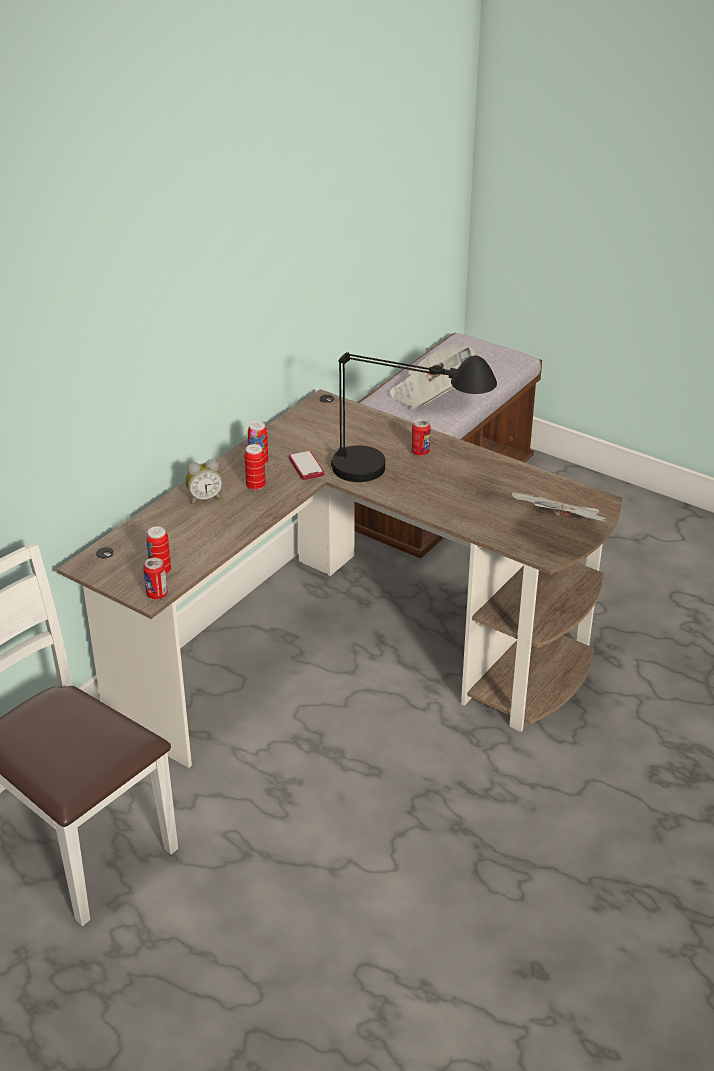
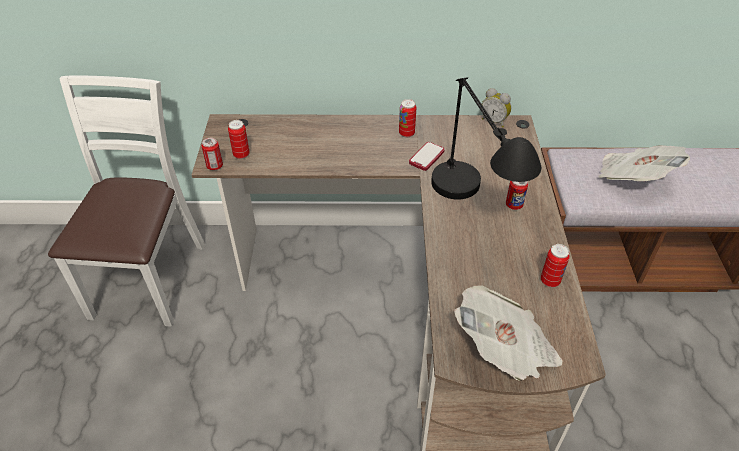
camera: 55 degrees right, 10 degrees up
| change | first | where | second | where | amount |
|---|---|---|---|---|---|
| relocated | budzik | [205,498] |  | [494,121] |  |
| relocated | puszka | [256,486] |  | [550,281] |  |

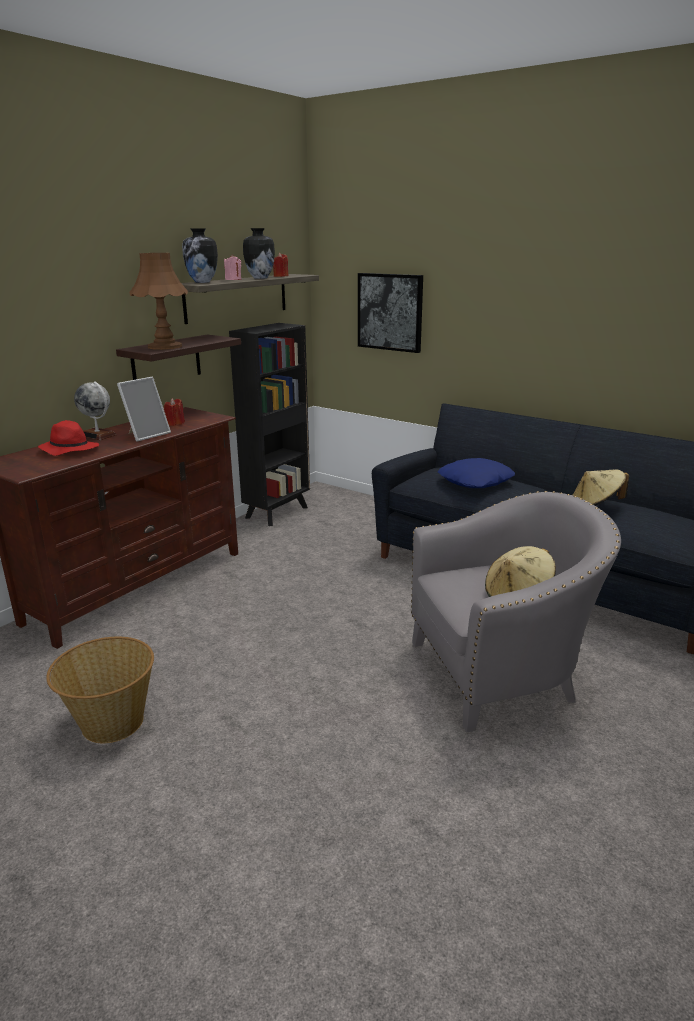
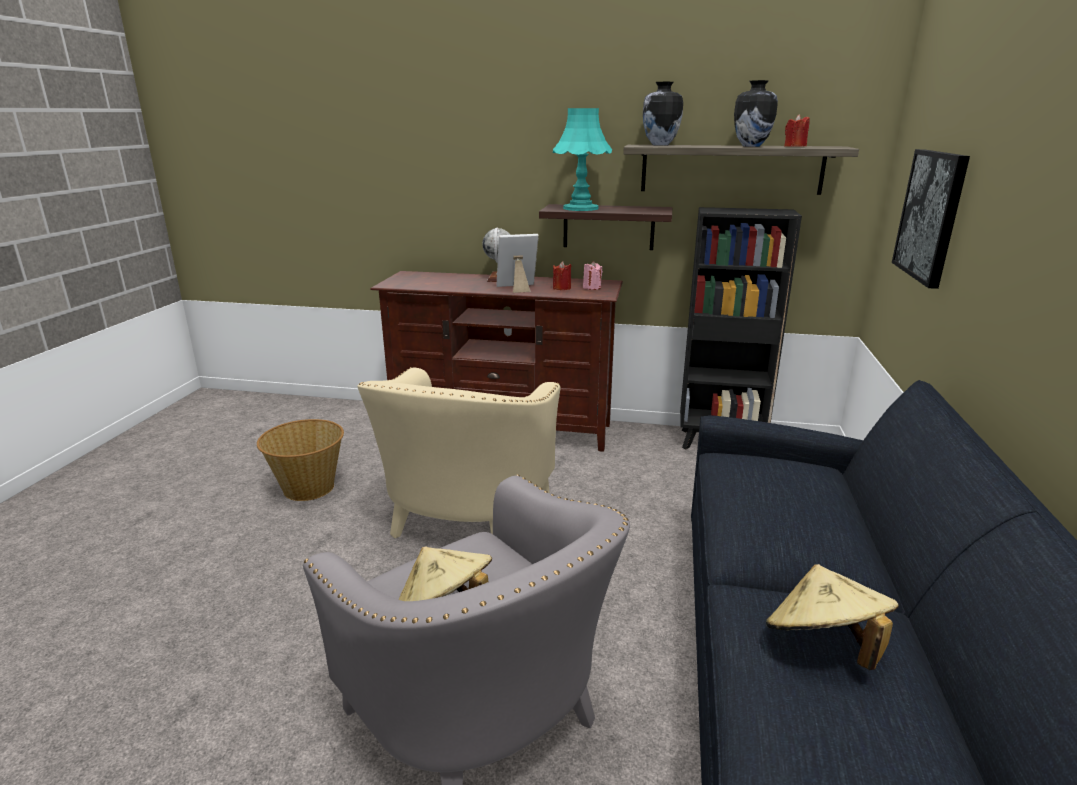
camera: 65 degrees right, 0 degrees up
| change | first | where | second | where | amount |
|---|---|---|---|---|---|
| missing | kapelusz (czerwony) | [69,450] |  |  |  |
| missing | poduszka (niebieski) | [476,481] |  |  |  |
| appeared |  |  | fotel (beżowy) | [463,518] |  |
| relocated | świeca (różowy) | [233,280] |  | [592,287] |  |
| colour | lampa stołowa (brązowy) | [164,346] | lampa stołowa (turkusowy) | [580,208] |  |
| spun | ramka na zdjęcie | [146,434] |  | [517,288] | 150 degrees clockwise |

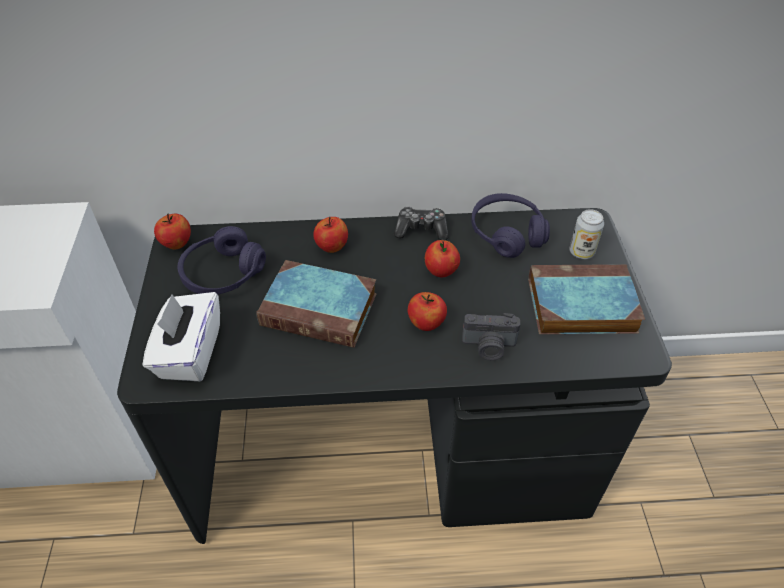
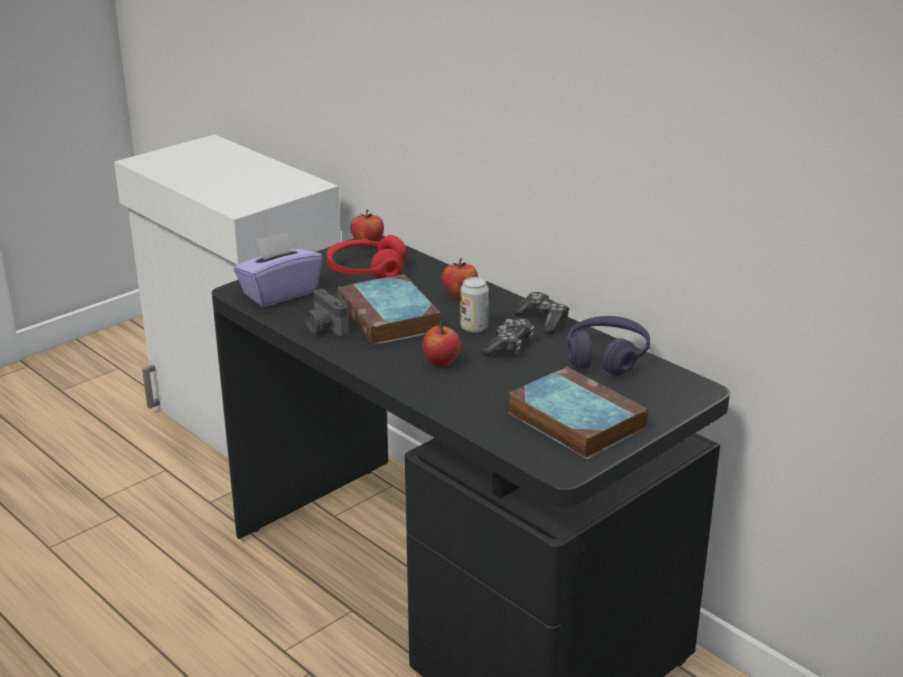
camera: 50 degrees right, 20 degrees down
| change | first | where | second | where | amount |
|---|---|---|---|---|---|
| relocated | aparat fotograficzny | [489,347] |  | [325,328] |  |
| relocated | puszka | [581,252] |  | [474,328] |  |
| exchanged | jabłko | [441,271] | pad do gier | [509,346] |  |
| colour | pudełko chusteczek (biały) | [189,353] | pudełko chusteczek (fioletowy) | [279,293] |  |
| colour | słuchawki (fioletowy) | [223,273] | słuchawki (czerwony) | [366,271] |  |

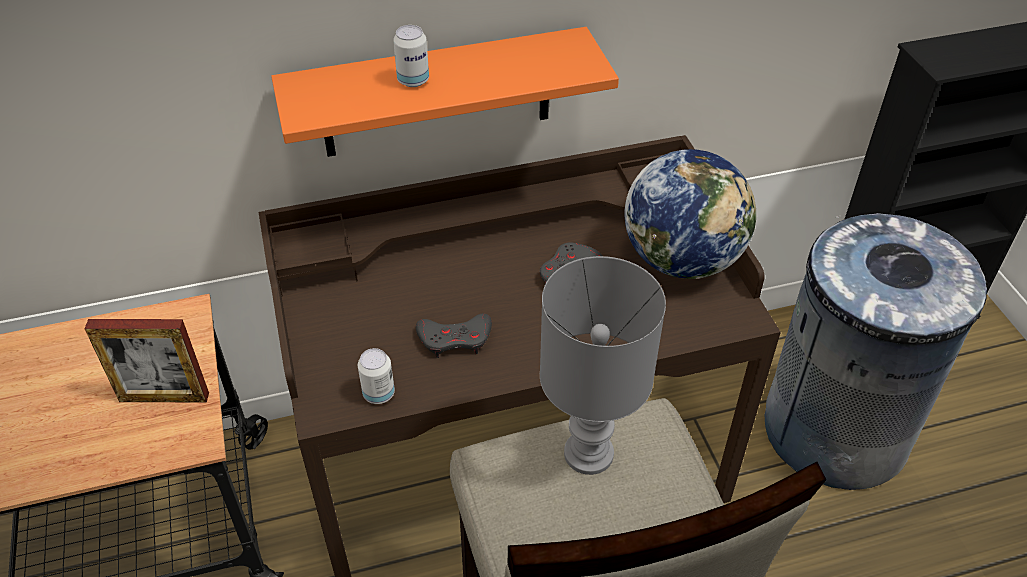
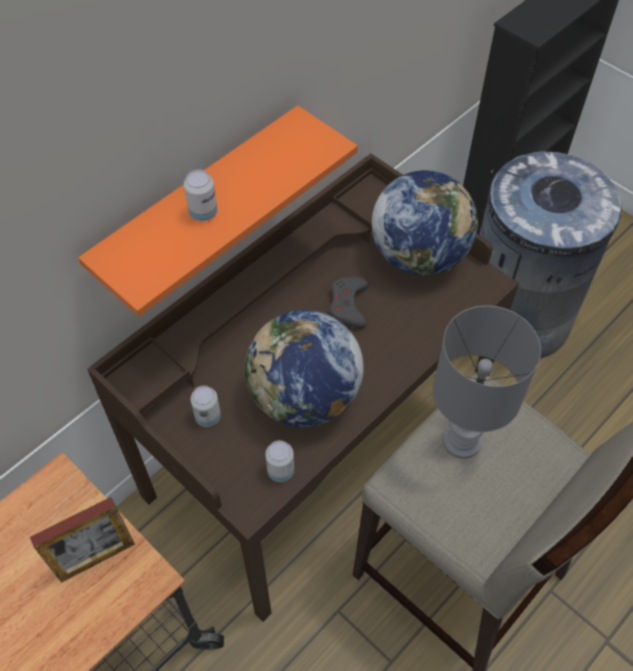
camera: 30 degrees left, 10 degrees up
| change | first | where | second | where | amount |
|---|---|---|---|---|---|
| appeared |  |  | puszka | [208,417] |  |
| exchanged | pad do gier (szary) | [455,339] | globus | [304,398] |  |

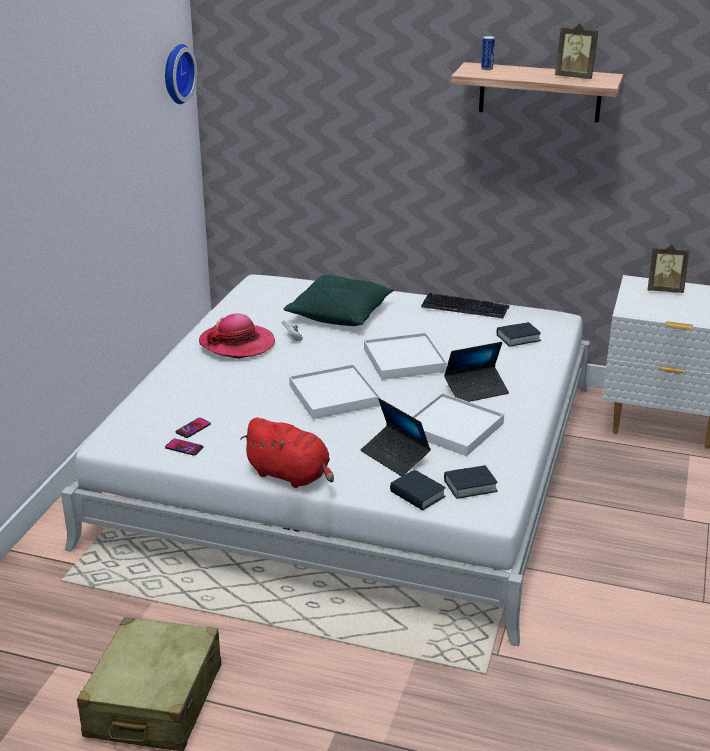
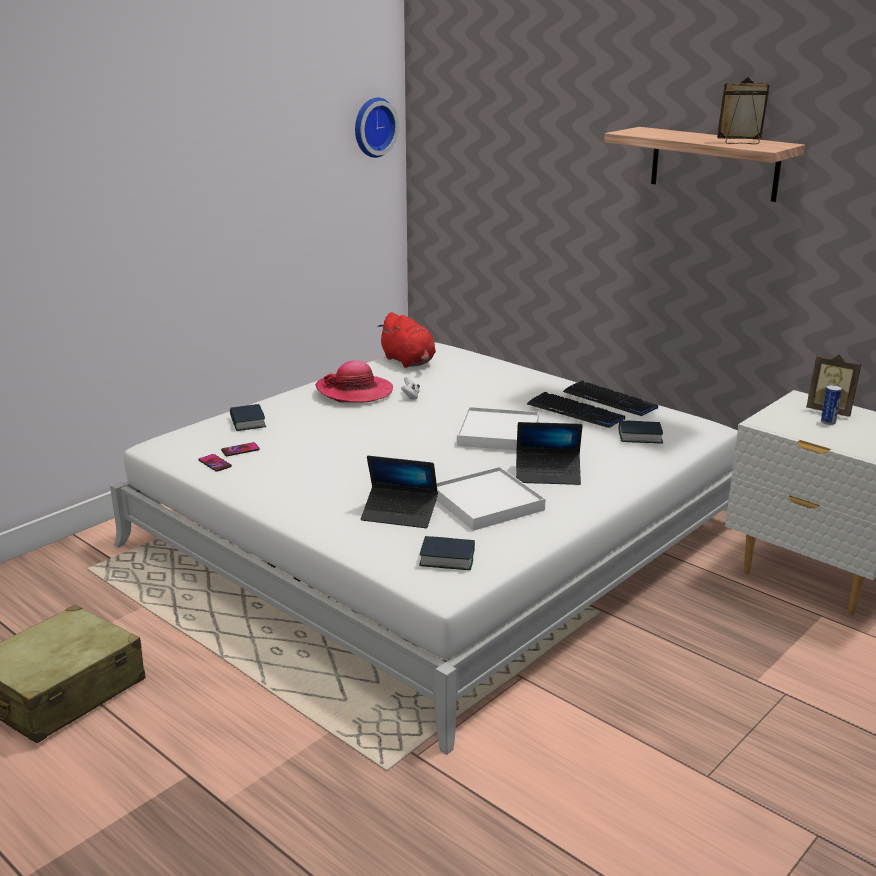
camera: 25 degrees right, 5 degrees down
| change | first | where | second | where | amount |
|---|---|---|---|---|---|
| missing | poduszka (zielony) | [340,314] |  |  |  |
| missing | taca (biały) | [333,395] |  |  |  |
| appeared |  |  | klawiatura | [575,412] |  |
| relocated | pluszak (czerwony) | [291,475] |  | [409,362] |  |
| relocated | książka | [417,495] |  | [247,422] |  |
| relocated | puszka | [487,68] |  | [828,422] |  |
| spun | laptop | [395,456] |  | [399,514] | 60 degrees counterclockwise |
| spun | ramka na zdjęcie | [575,77] |  | [740,142] | 135 degrees clockwise |

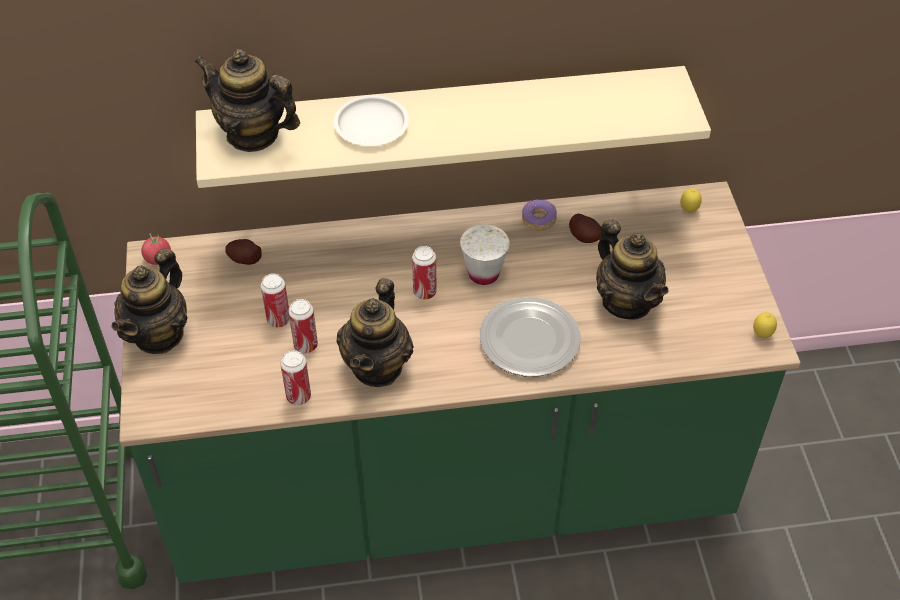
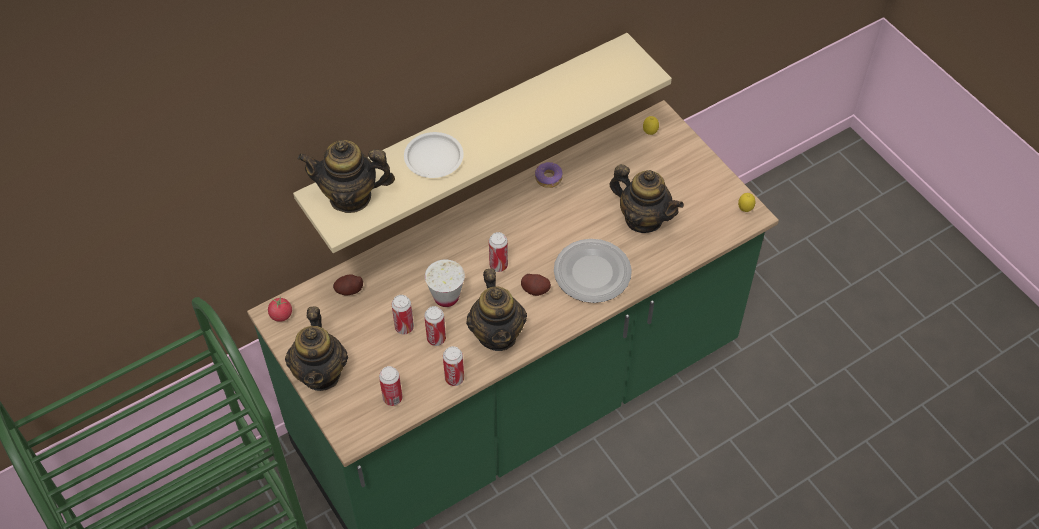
camera: 25 degrees left, 5 degrees up
| change | first | where | second | where | amount |
|---|---|---|---|---|---|
| appeared |  |  | puszka | [392,398] |  |
| relocated | filiżanka (biały) | [483,274] |  | [446,297] |  |
| relocated | ziemniak | [585,236] |  | [535,289] |  |

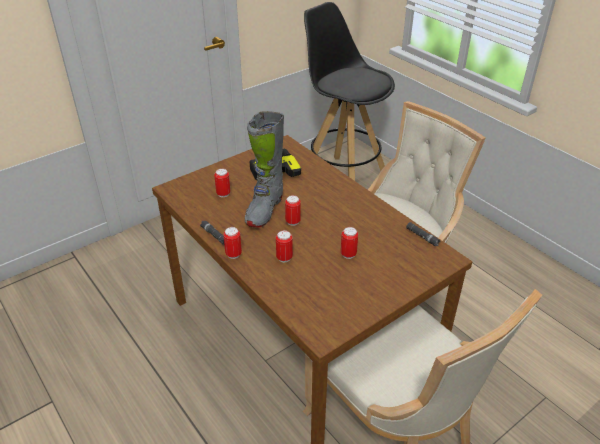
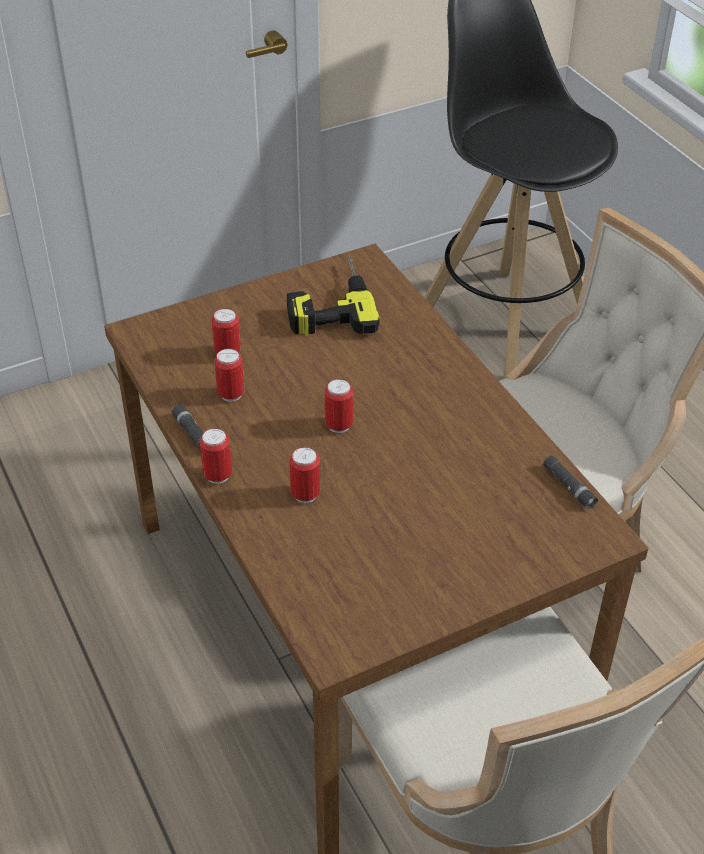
camera: 10 degrees right, 5 degrees up
| change | first | where | second | where | amount |
|---|---|---|---|---|---|
| missing | but z cholewką (szary) | [264,209] |  |  |  |
| relocated | puszka | [348,254] |  | [231,394] |  |

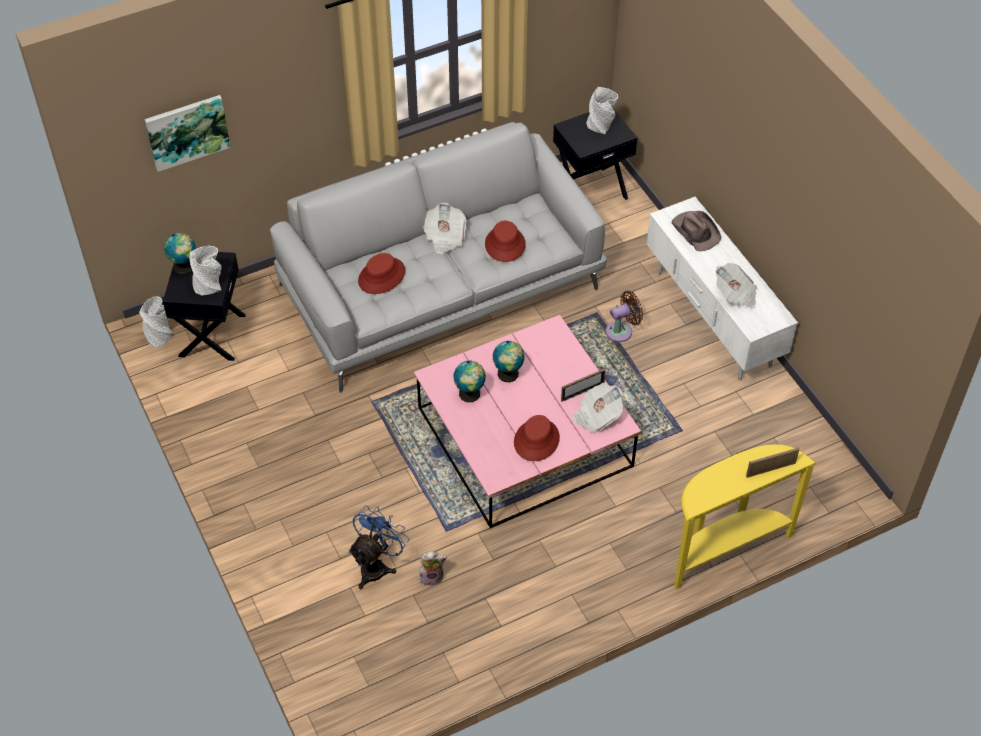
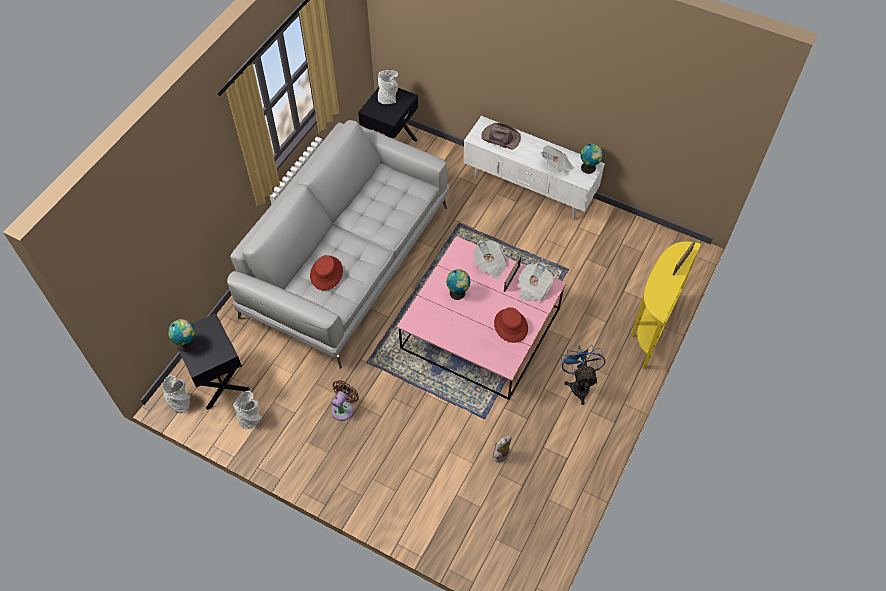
camera: 35 degrees left, 5 degrees up
| change | first | where | second | where | amount |
|---|---|---|---|---|---|
| missing | obraz | [187,131] |  |  |  |
| missing | kapelusz (czerwony) | [504,244] |  |  |  |
| relocated | wazon (szary) | [209,285] |  | [250,417] |  |
| relocated | wentylator (niebieski) | [377,565] |  | [579,384] |  |
| relocated | gazeta | [445,237] |  | [490,265] |  |
| relocated | globus | [470,395] |  | [589,168] |  |
| relocated | wentylator (brązowy) | [622,331] |  | [344,408] |  |

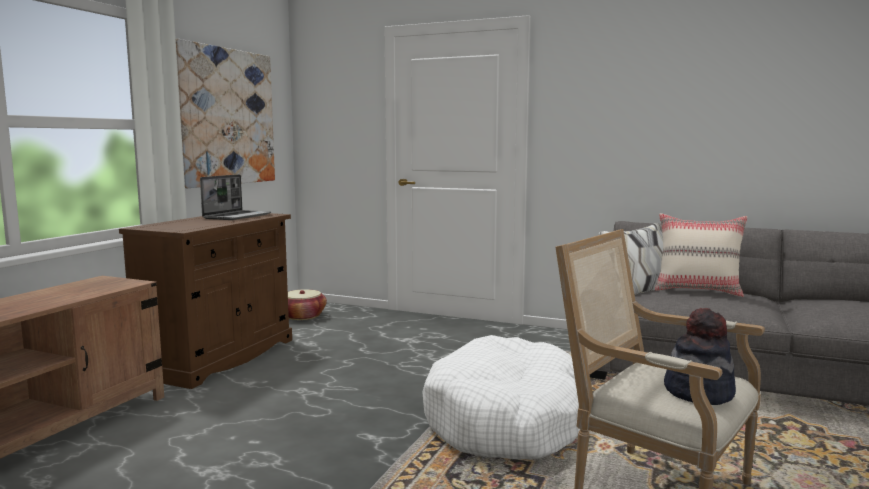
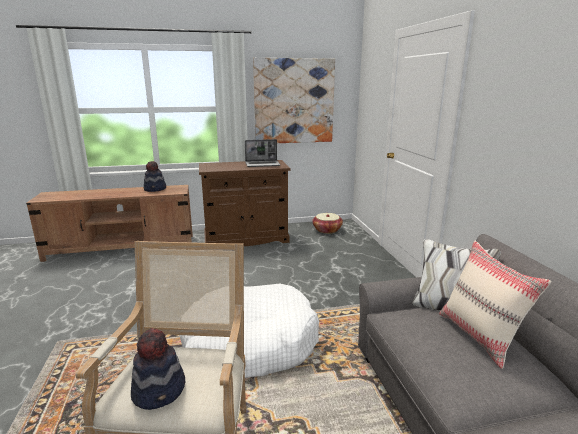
camera: 55 degrees right, 10 degrees up
| change | first | where | second | where | amount |
|---|---|---|---|---|---|
| appeared |  |  | kapelusz | [155,189] |  |

